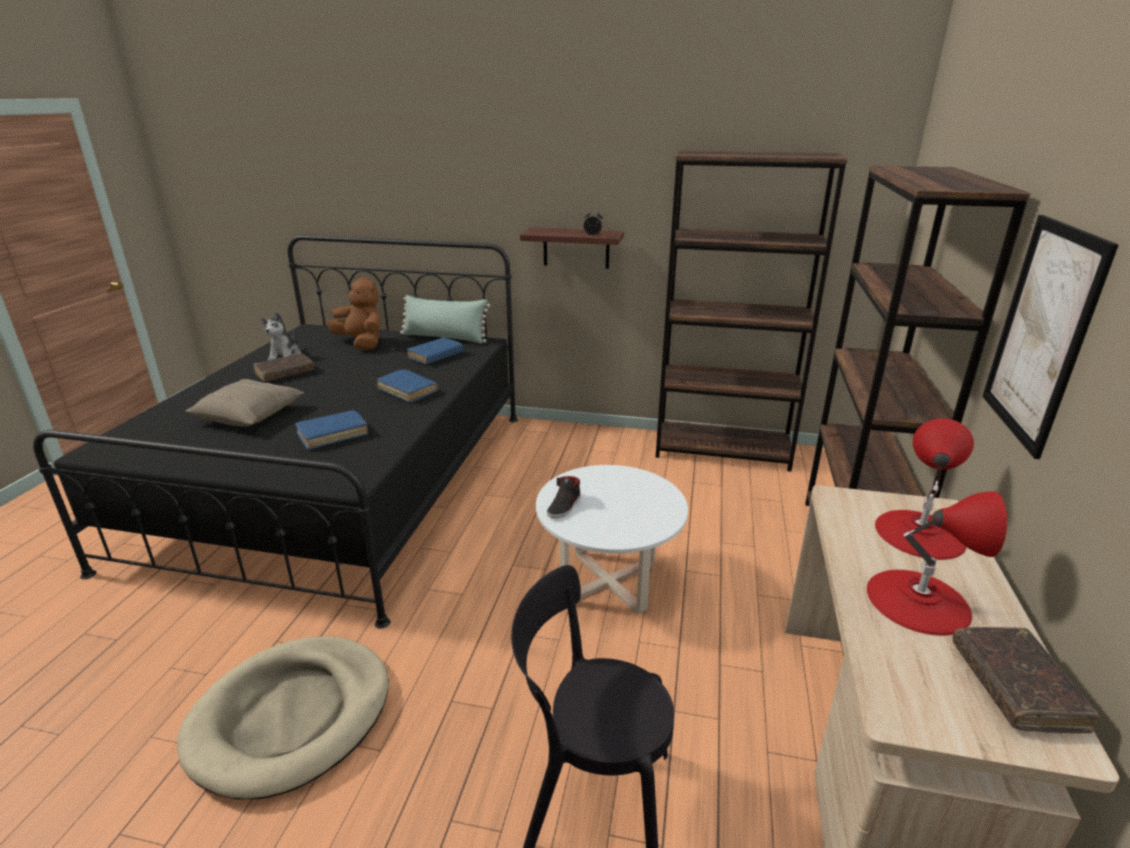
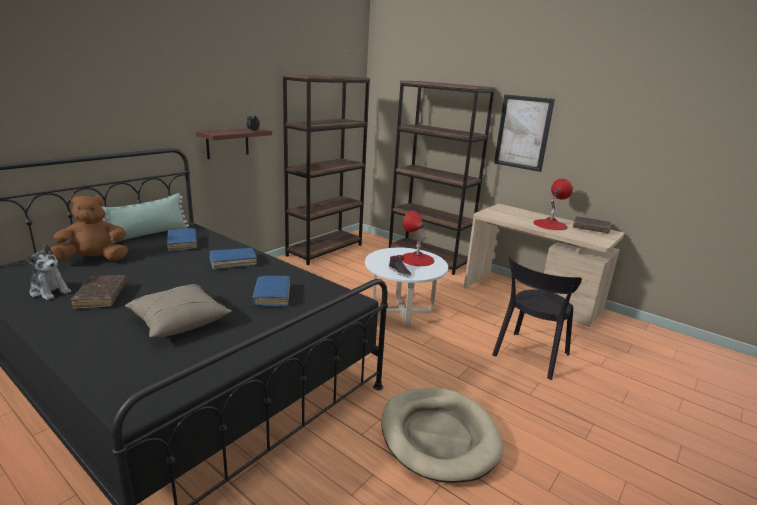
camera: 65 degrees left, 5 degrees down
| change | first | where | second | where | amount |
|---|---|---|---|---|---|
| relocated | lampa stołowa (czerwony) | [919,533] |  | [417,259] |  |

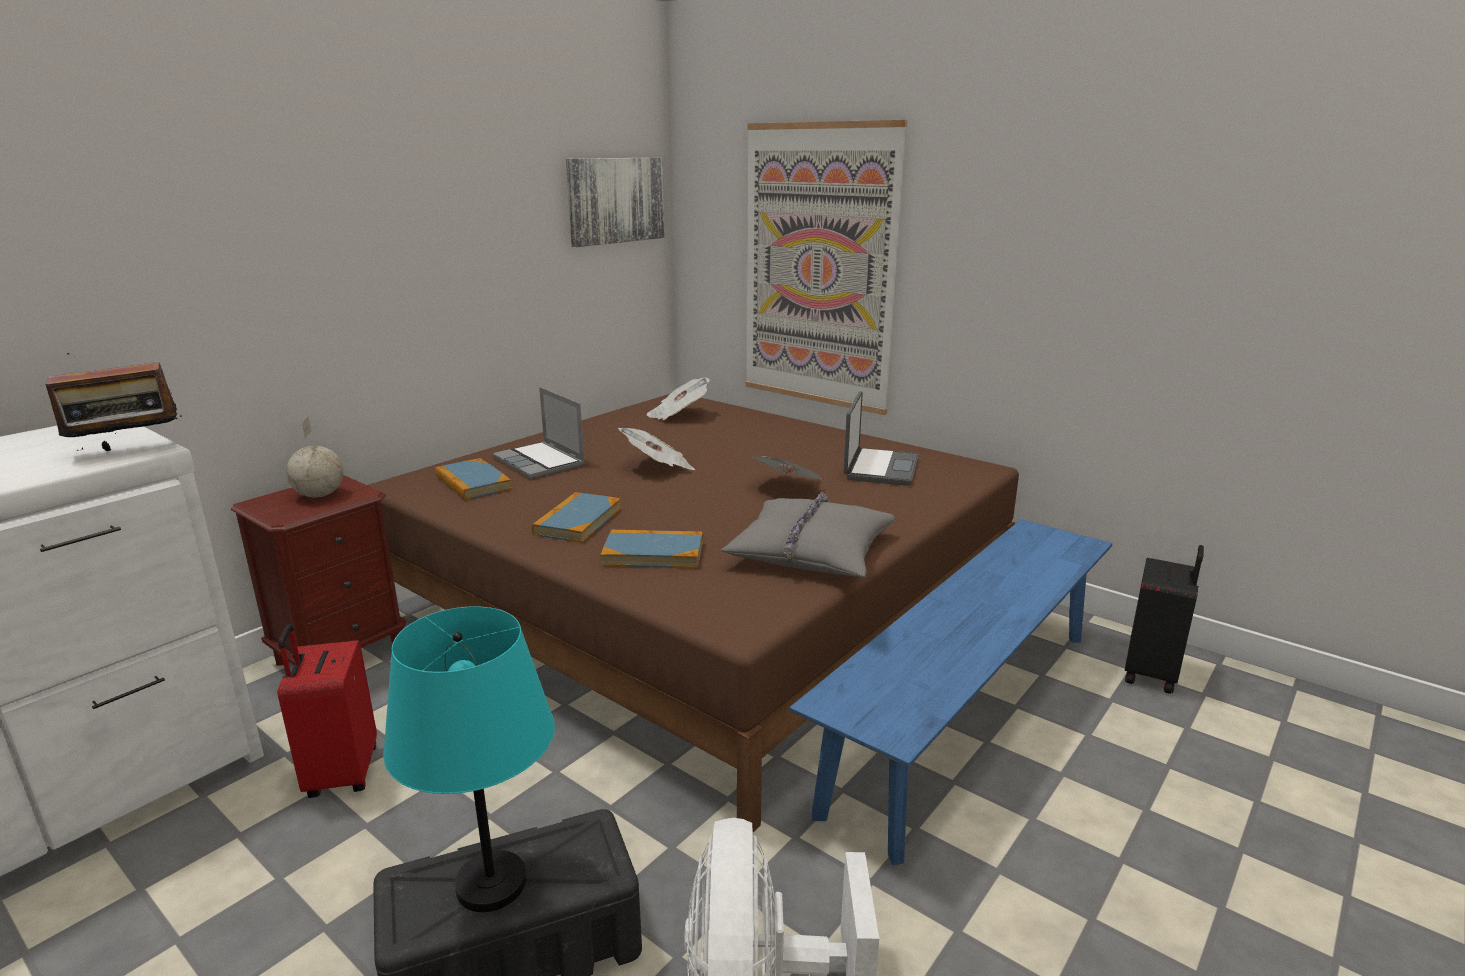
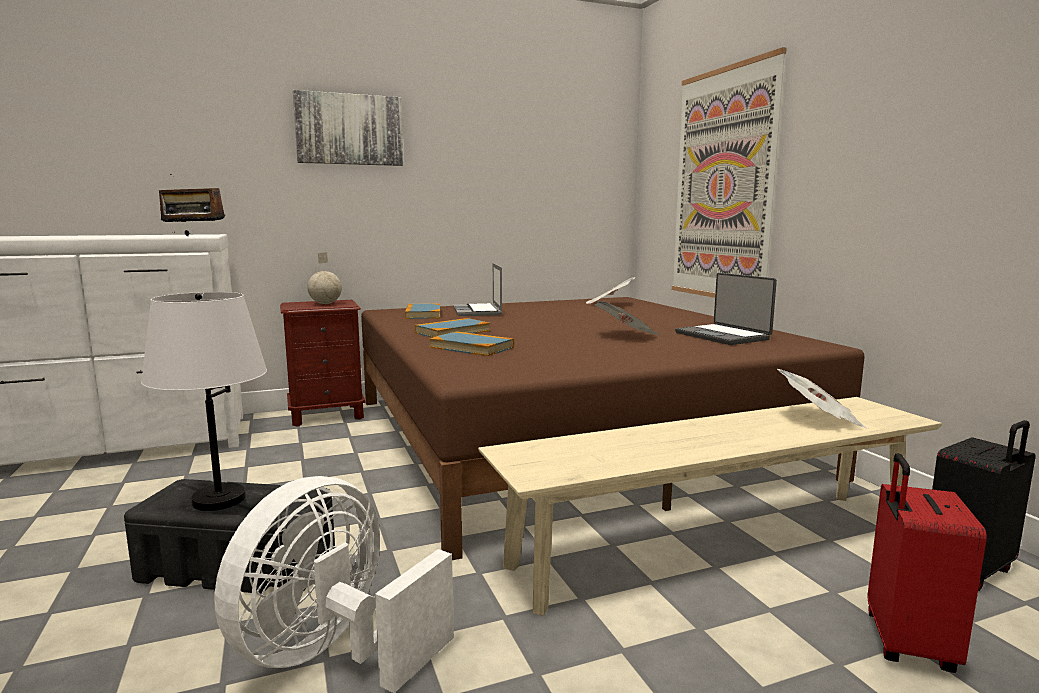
camera: 30 degrees right, 10 degrees down
| change | first | where | second | where | amount |
|---|---|---|---|---|---|
| missing | poduszka (szary) | [810,551] |  |  |  |
| relocated | walizka (czerwony) | [340,774] |  | [906,643] |  |
| relocated | obraz | [615,200] |  | [349,129] |  |
| relocated | gazeta | [658,467] |  | [819,420] |  |
| colour | lampa stołowa (turkusowy) | [492,884] | lampa stołowa (biały) | [219,500] |  |
| colour | ławka (niebieski) | [966,715] | ławka (beżowy) | [715,545] |  |
| spun | laptop | [879,468] |  | [723,336] | 105 degrees clockwise |

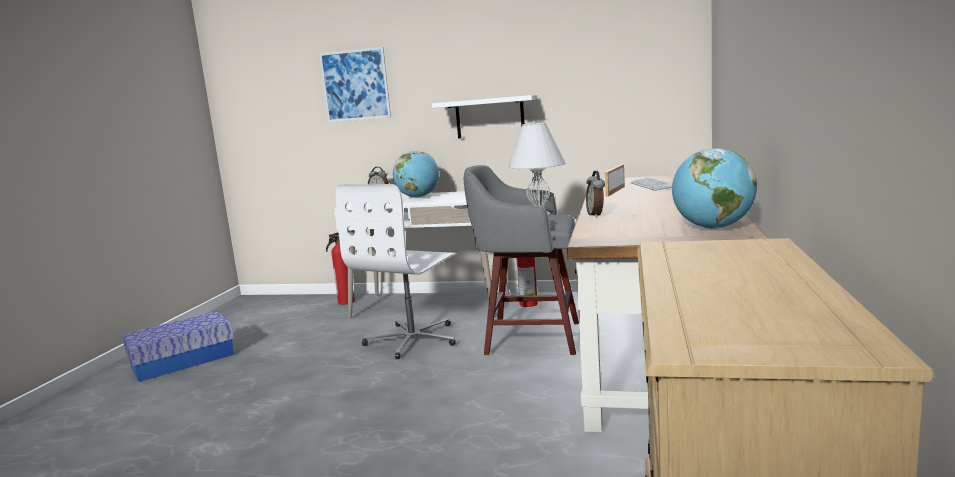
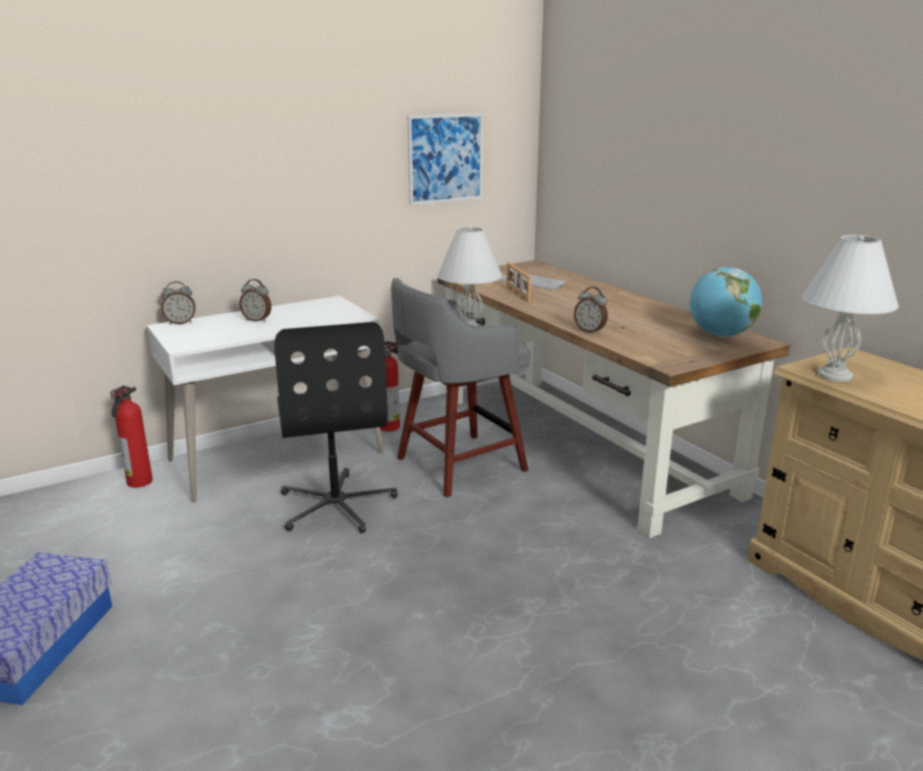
camera: 45 degrees left, 10 degrees up
| change | first | where | second | where | amount |
|---|---|---|---|---|---|
| missing | półka (biały) | [490,117] |  |  |  |
| appeared |  |  | lampa stołowa (biały) | [835,375] |  |
| relocated | obraz | [355,85] |  | [445,158] |  |
| exchanged | globus | [418,197] | budzik | [257,320] |  |
| colour | krzesło biurowe (biały) | [413,339] | krzesło biurowe (czarny) | [336,504] |  |

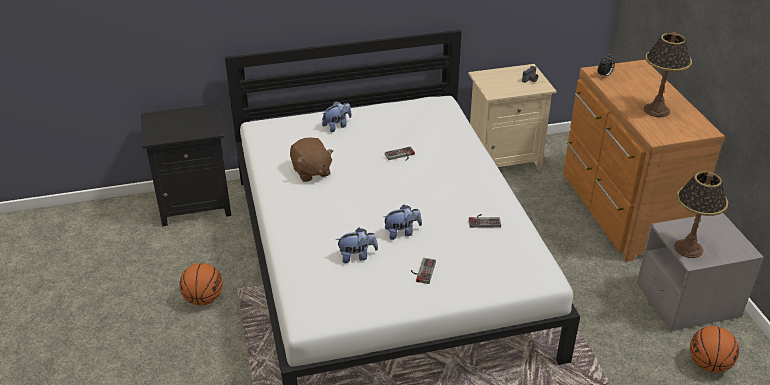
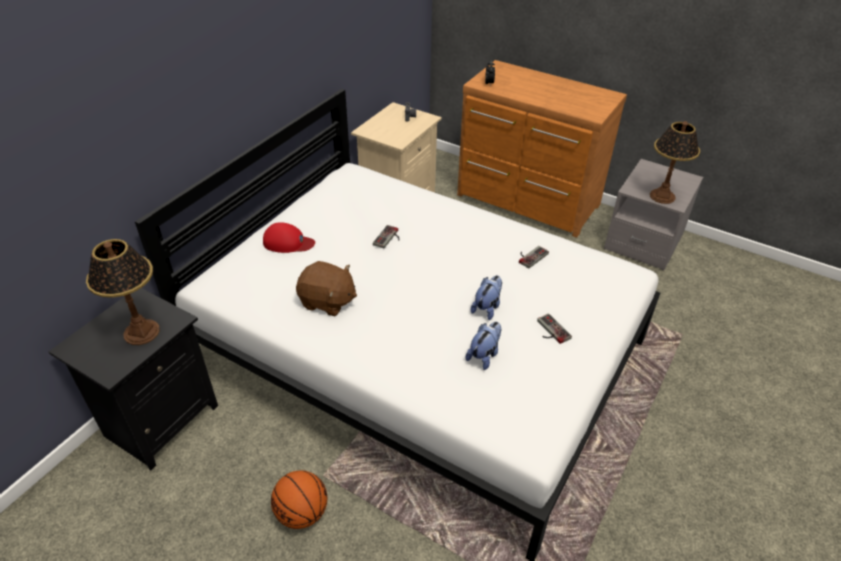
camera: 45 degrees left, 5 degrees up
| change | first | where | second | where | amount |
|---|---|---|---|---|---|
| missing | piłka do koszykówki | [709,364] |  |  |  |
| relocated | lampa stołowa | [656,110] |  | [141,332] |  |
| exchanged | pluszak | [337,126] | czapka z daszkiem (czerwony) | [288,242] |  |

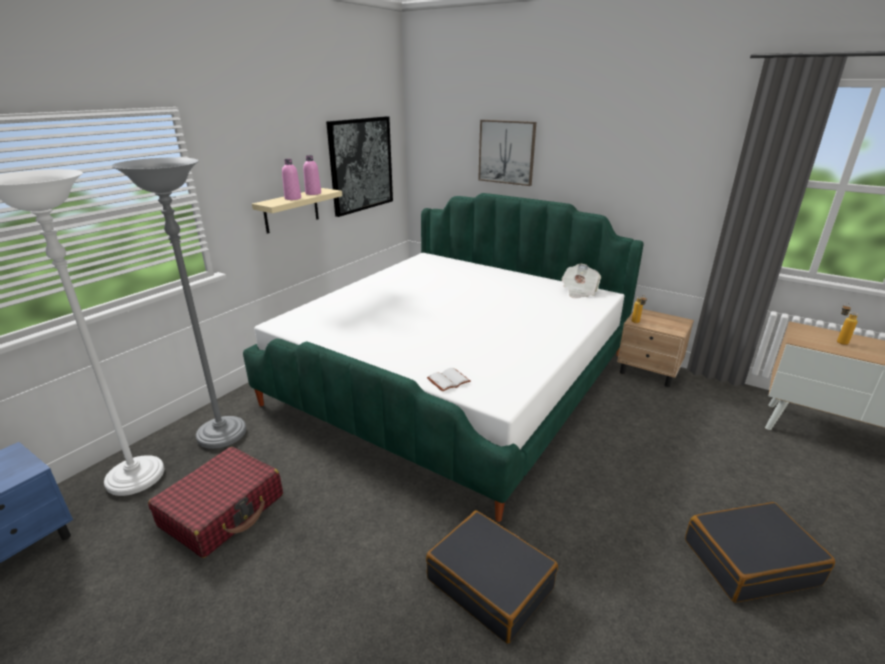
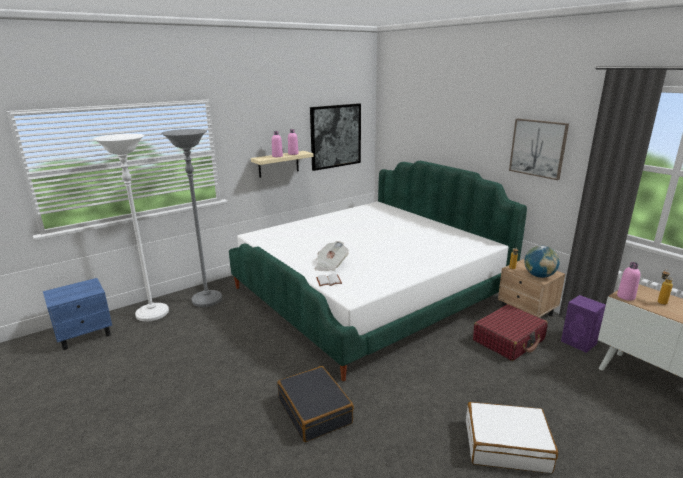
camera: 20 degrees right, 5 degrees down
| change | first | where | second | where | amount |
|---|---|---|---|---|---|
| appeared |  |  | globus | [539,276] |  |
| appeared |  |  | głośnik (fioletowy) | [579,343] |  |
| appeared |  |  | butelka (różowy) | [626,297] |  |
| relocated | walizka (czerwony) | [223,510] |  | [509,340] |  |
| relocated | obraz | [506,152] |  | [538,148] |  |
| relocated | gazeta | [579,291] |  | [330,265] |  |
| colour | walizka (czarny) | [749,561] | walizka (biały) | [506,445] |  |

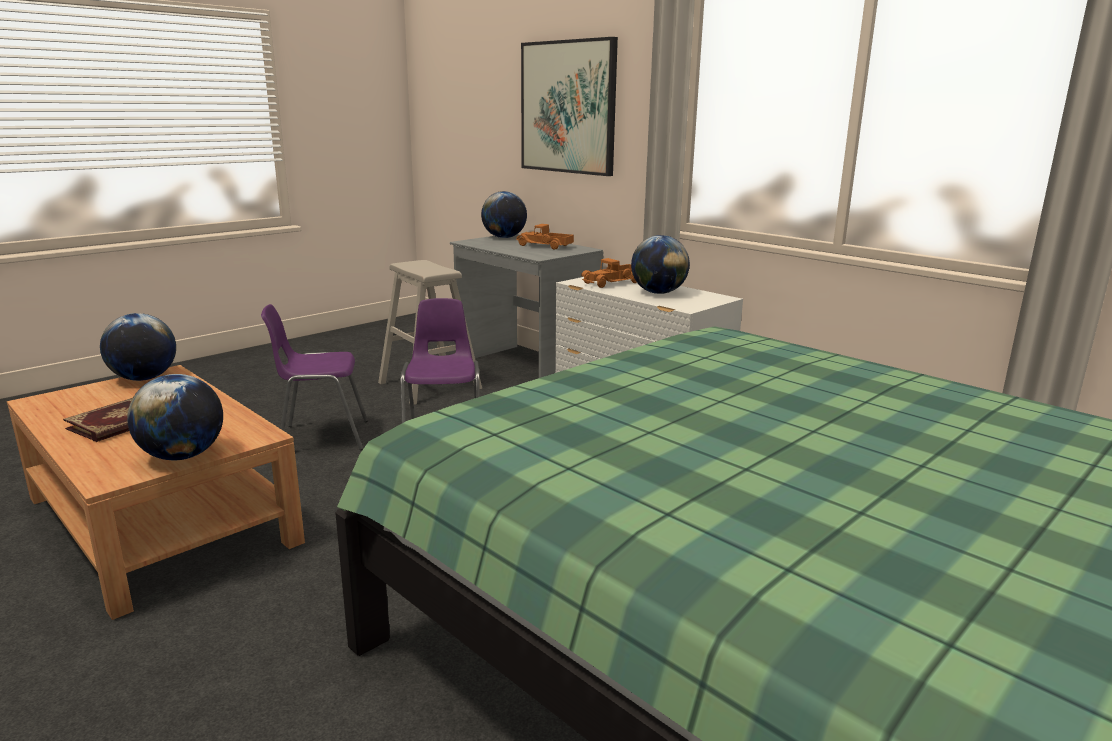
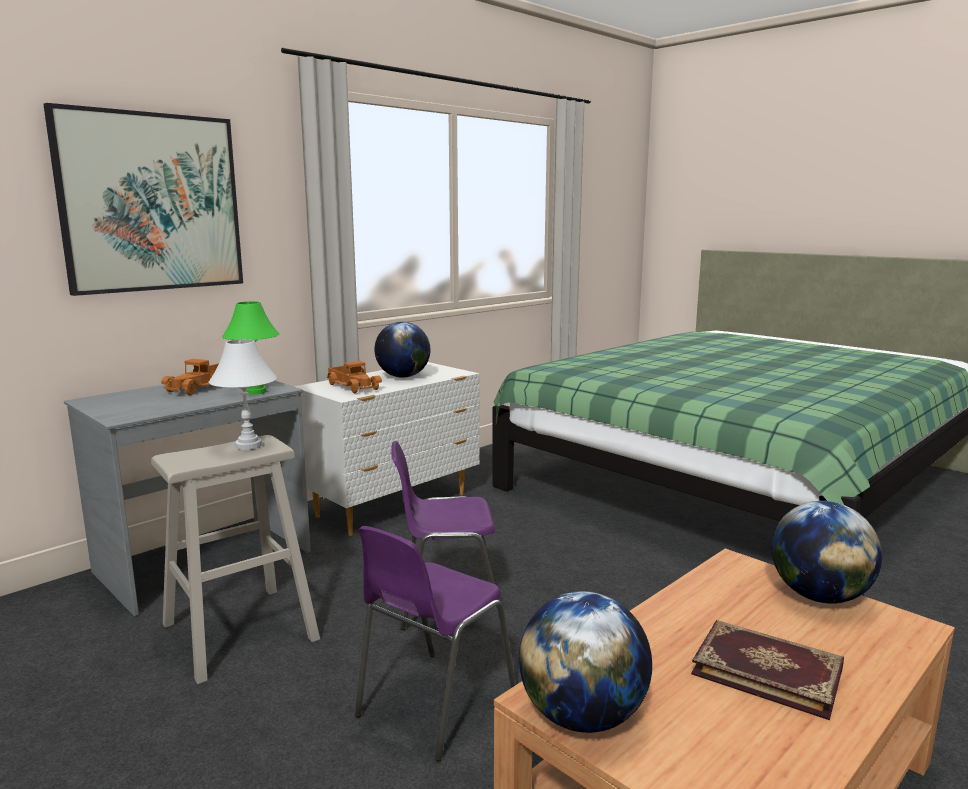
camera: 90 degrees left, 5 degrees down
| change | first | where | second | where | amount |
|---|---|---|---|---|---|
| missing | globus | [504,237] |  |  |  |
| appeared |  |  | lampa stołowa (biały) | [248,446] |  |
| appeared |  |  | lampa stołowa (zielony) | [255,392] |  |
| spun | krzesło (fioletowy) | [321,437] |  | [432,705] | 45 degrees clockwise |

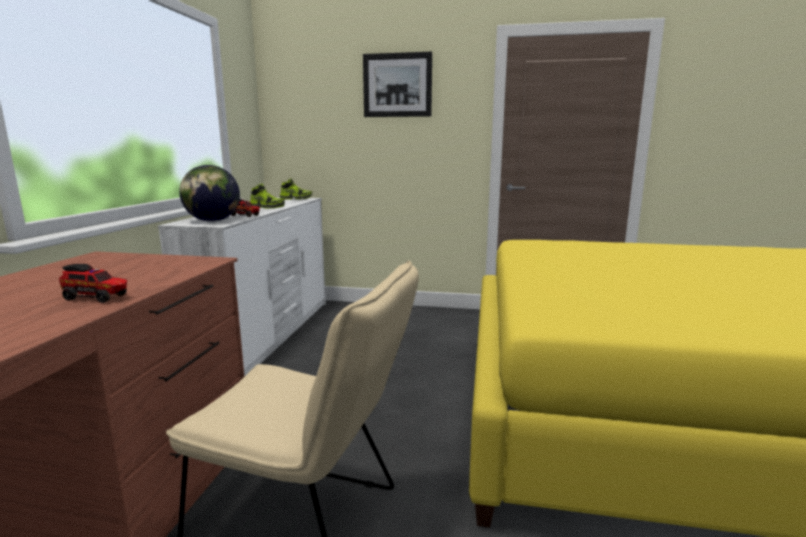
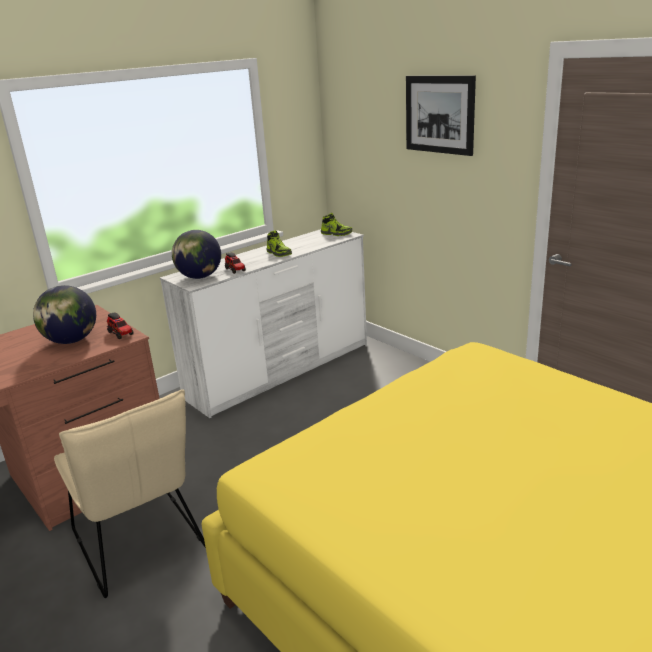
camera: 40 degrees right, 10 degrees up
| change | first | where | second | where | amount |
|---|---|---|---|---|---|
| appeared |  |  | globus | [71,341] |  |
| relocated | ciężarówka zabawkowa | [97,298] |  | [121,334] |  |

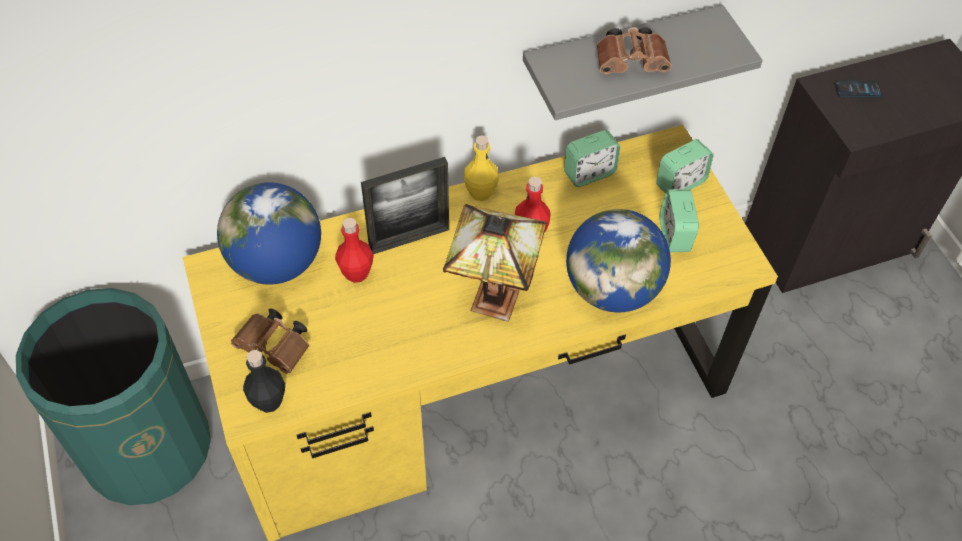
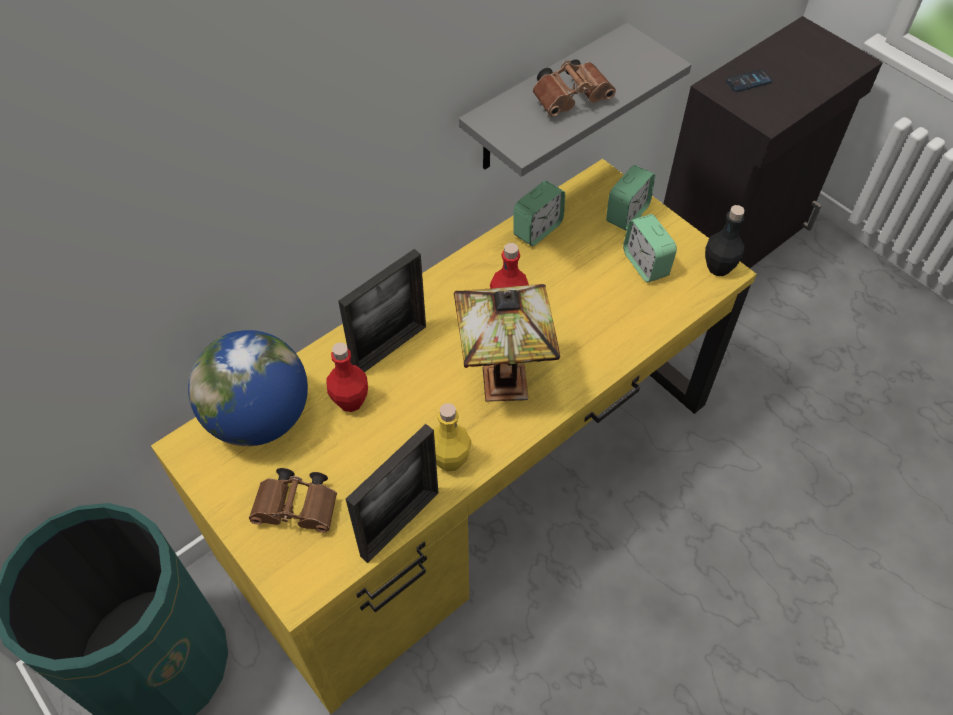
camera: 20 degrees left, 0 degrees up
| change | first | where | second | where | amount |
|---|---|---|---|---|---|
| missing | globus | [612,289] |  |  |  |
| appeared |  |  | ramka na zdjęcie | [400,524] |  |
| relocated | butelka (czarny) | [269,401] |  | [718,267] |  |
| relocated | butelka (żółty) | [481,192] |  | [450,459] |  |

